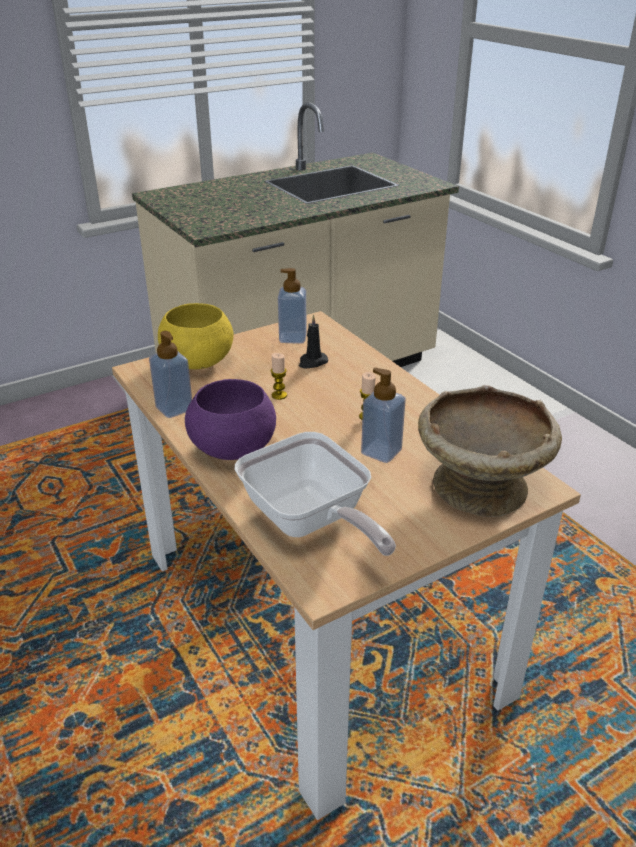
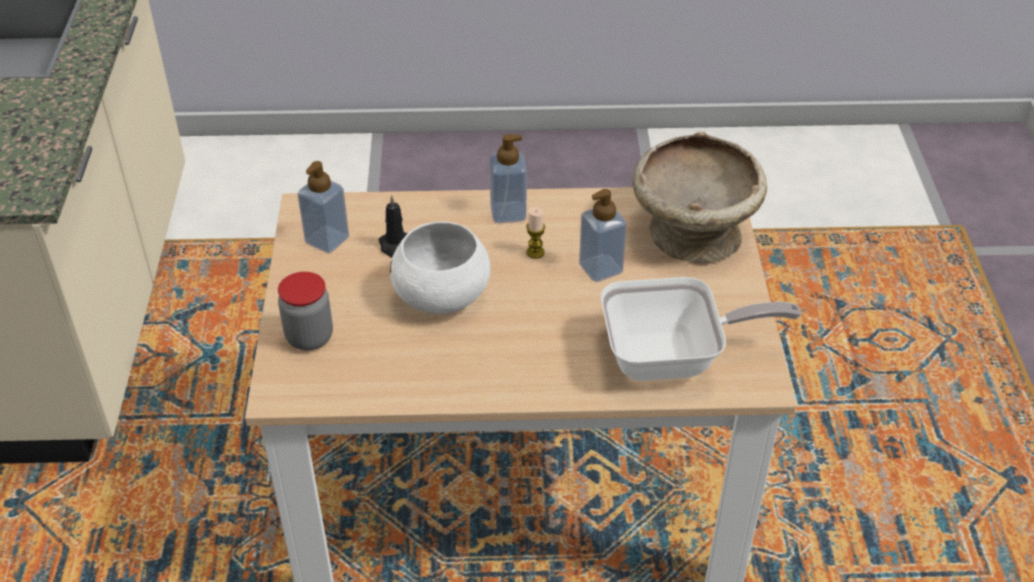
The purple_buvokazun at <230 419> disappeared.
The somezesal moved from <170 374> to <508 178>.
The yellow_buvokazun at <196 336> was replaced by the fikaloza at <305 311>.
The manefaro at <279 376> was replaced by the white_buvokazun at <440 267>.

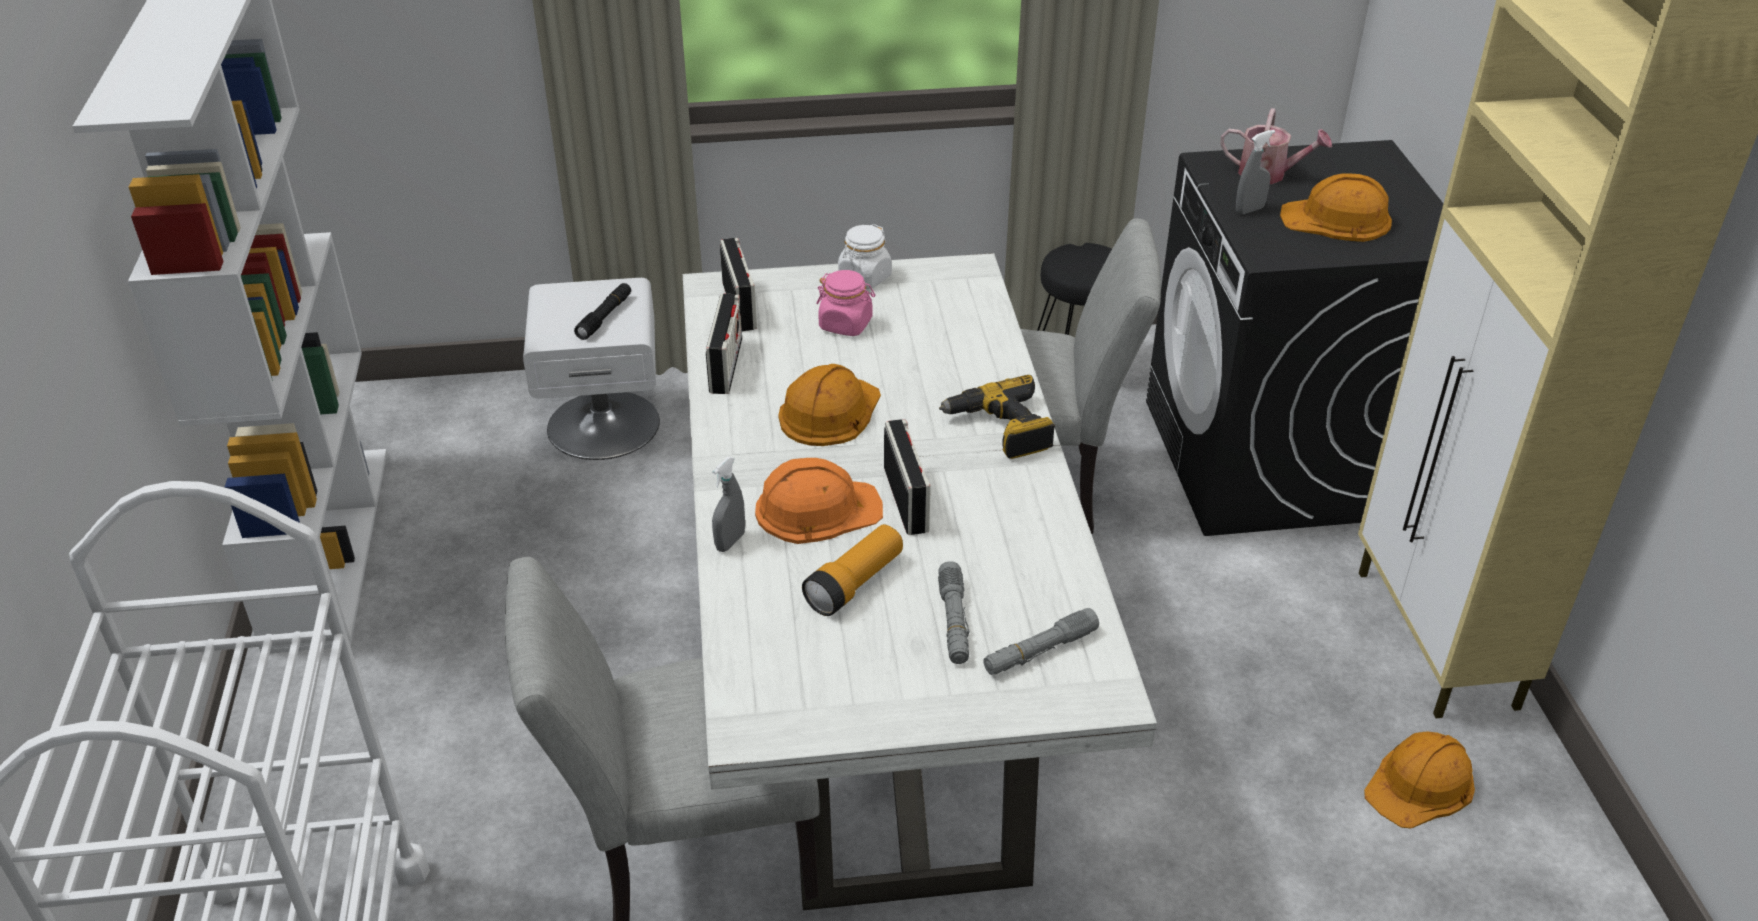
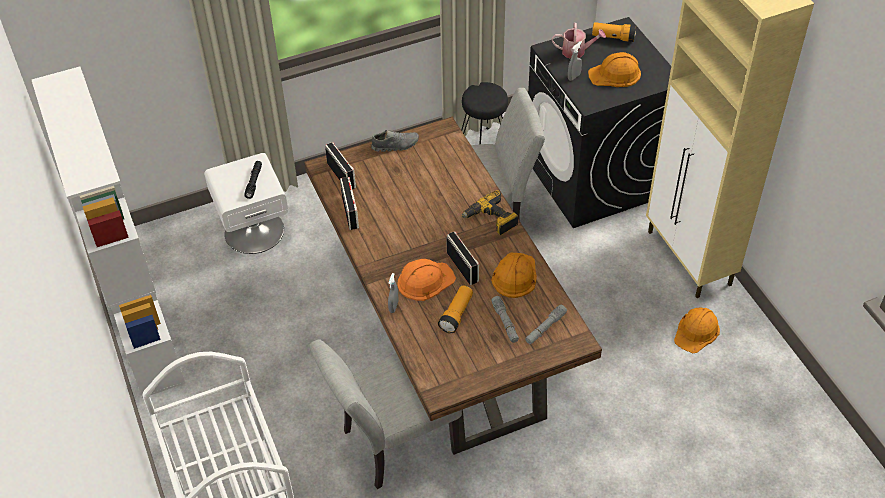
The pink_fikaloza at <845 303> disappeared.
The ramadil at <614 32> appeared.
The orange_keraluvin moved from <830 405> to <514 275>.
The white_fikaloza at <865 256> was replaced by the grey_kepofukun at <395 141>.
The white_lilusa at <920 582> became the brown_lilusa at <453 286>.

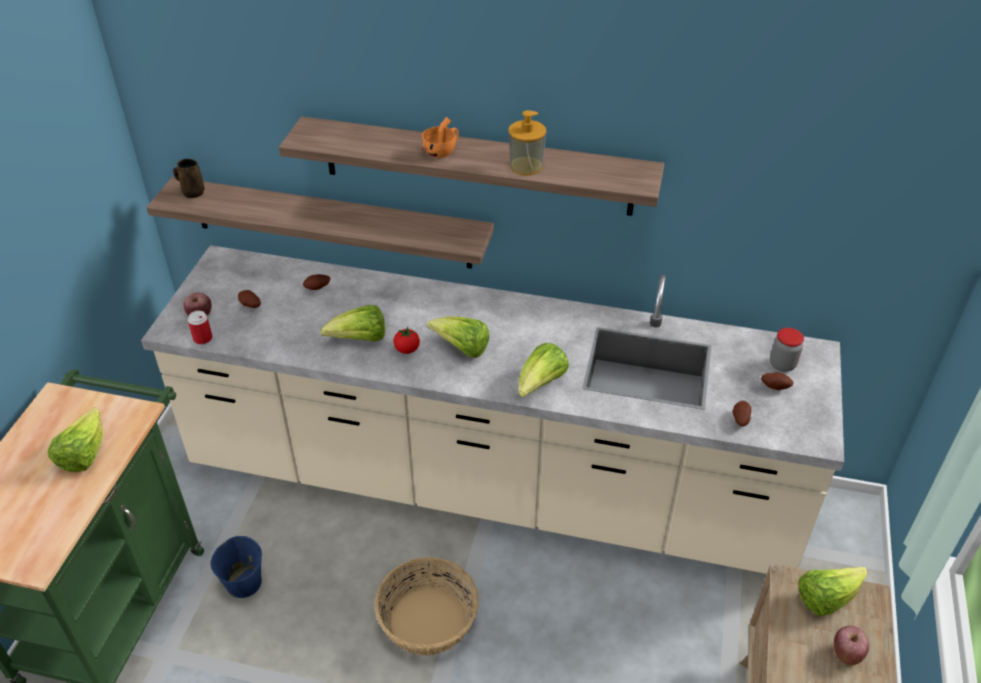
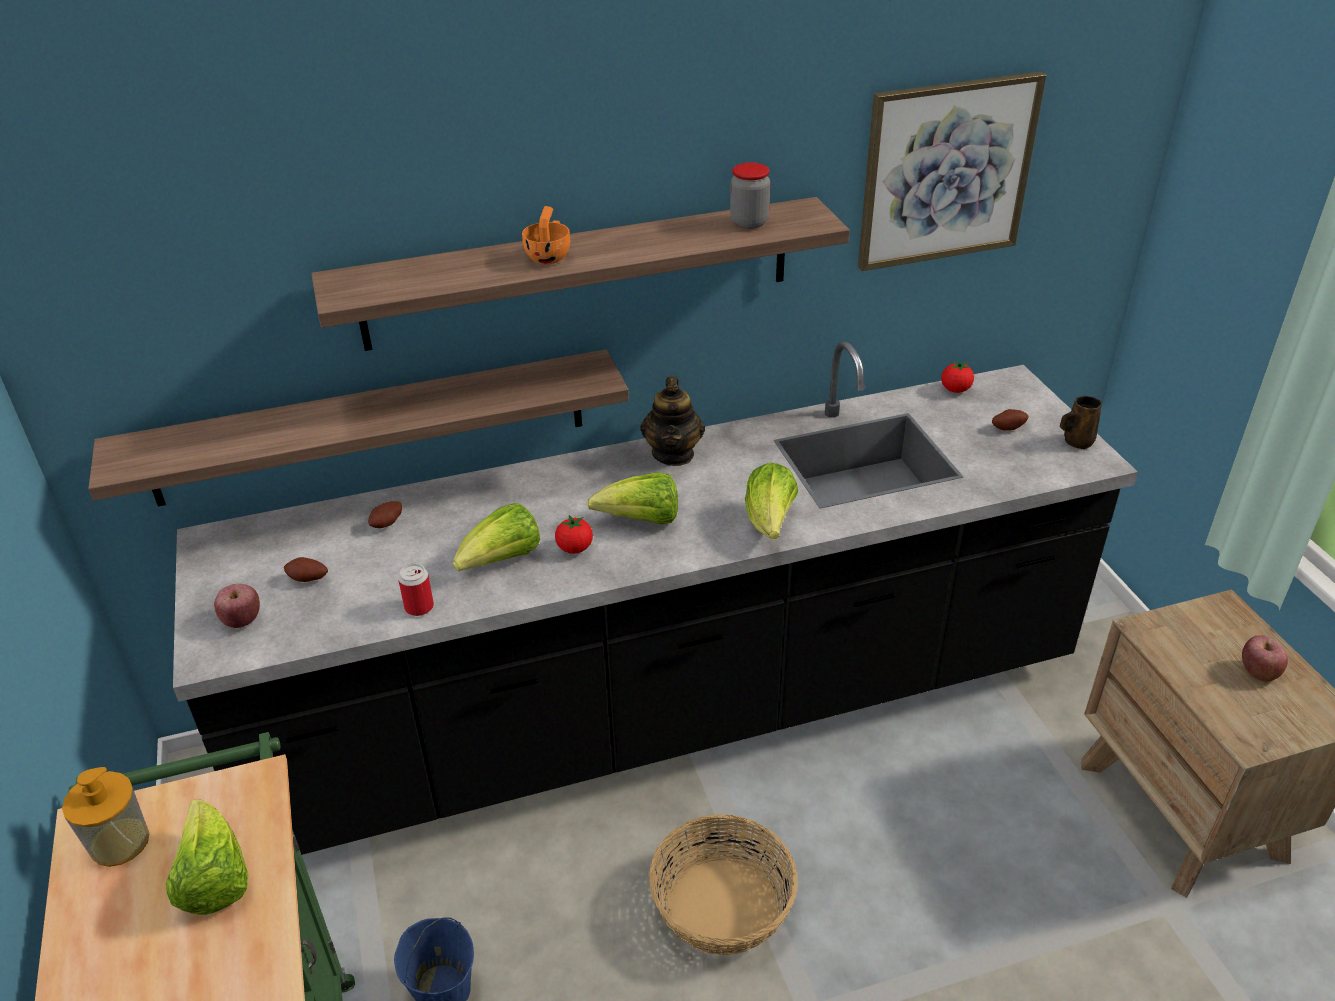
The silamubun at <741 413> disappeared.
The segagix at <833 591> disappeared.
The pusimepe at <672 421> appeared.
The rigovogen at <952 171> appeared.
The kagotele at <957 376> appeared.
The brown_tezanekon moved from <188 178> to <1081 422>.
The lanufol moved from <200 327> to <416 590>.
The somezesal moved from <527 143> to <106 817>.
The fikaloza moved from <787 350> to <750 195>.
The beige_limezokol at <492 409> became the black_limezokol at <655 598>.

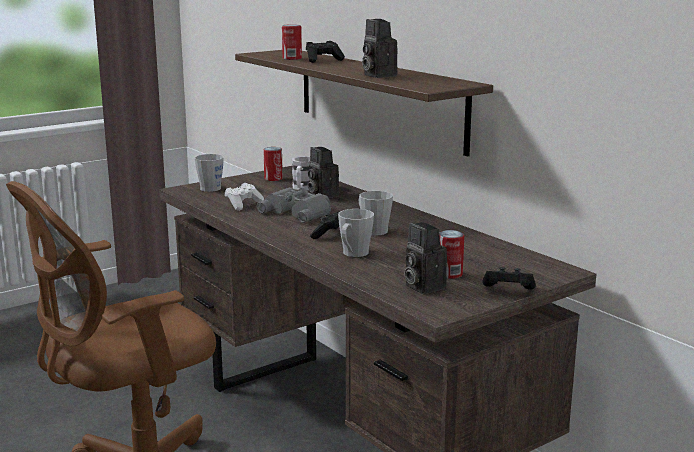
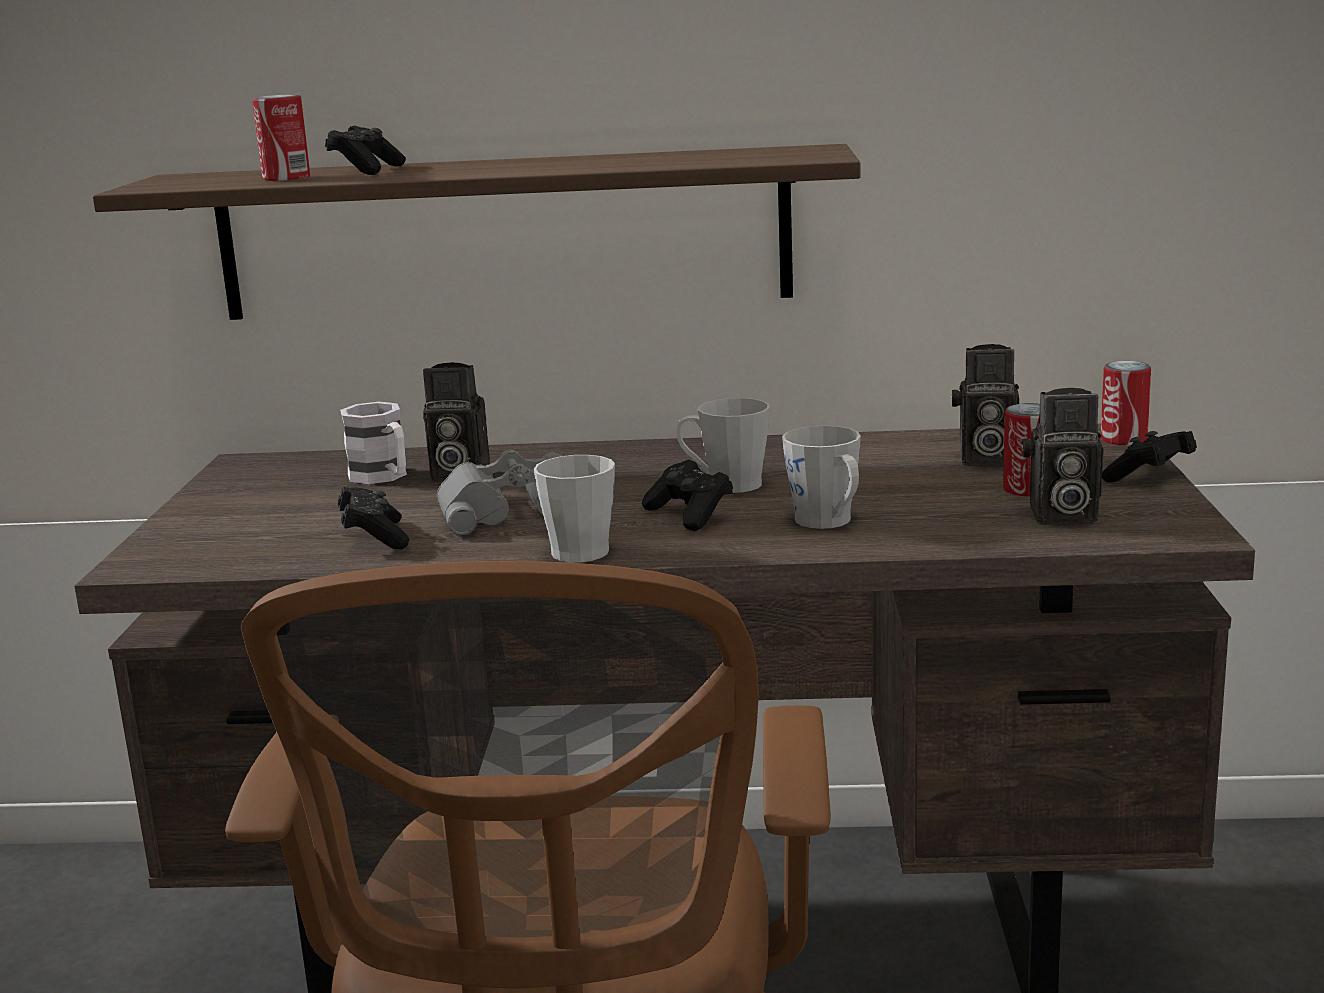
The grey_tezanekon moved from <209 173> to <574 508>.
The lanufol moved from <273 164> to <1126 403>.
The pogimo moved from <380 48> to <985 405>.
The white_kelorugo at <244 197> became the black_kelorugo at <373 518>.

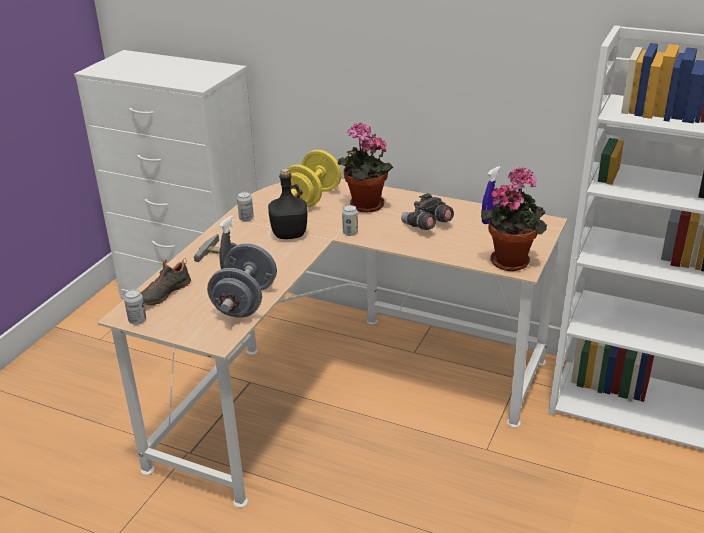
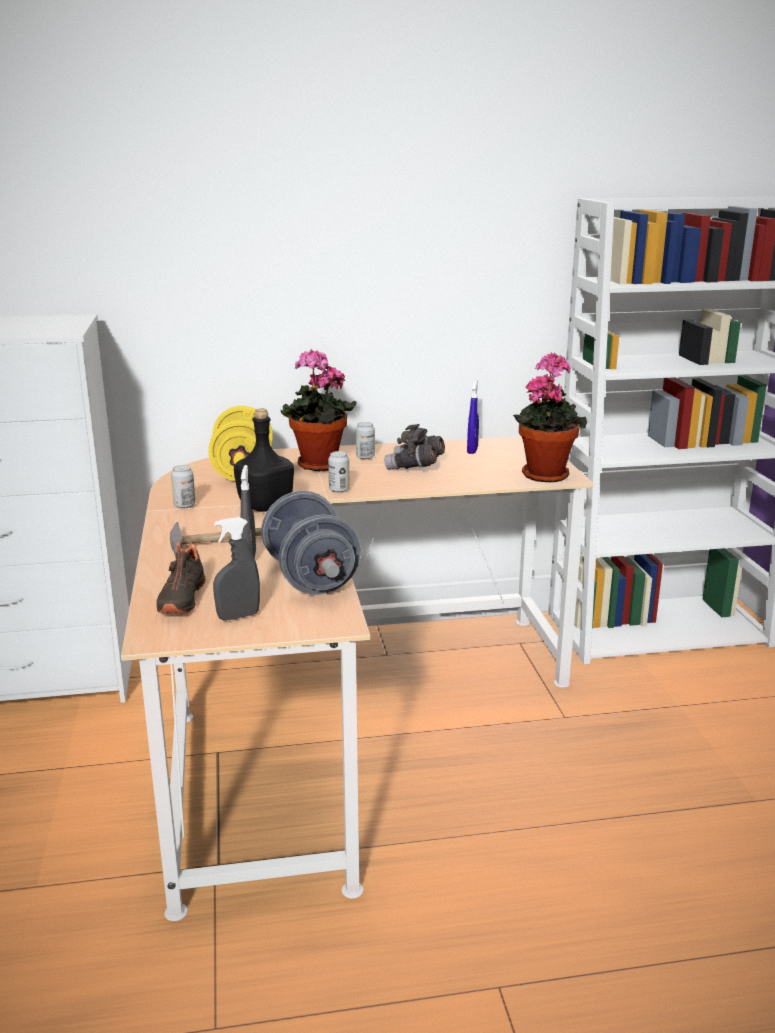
The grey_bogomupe at <236 569> appeared.
The lanufol moved from <135 307> to <365 441>.

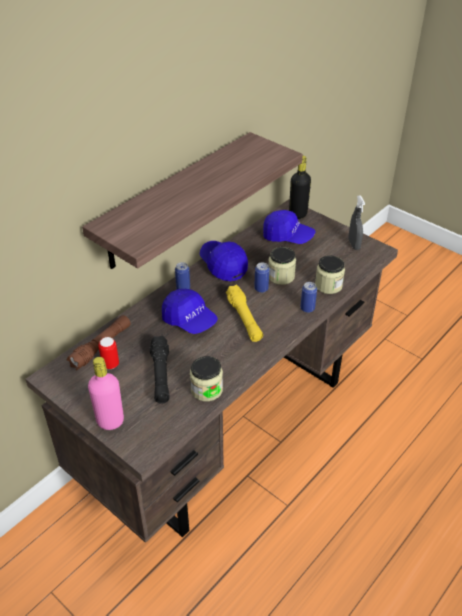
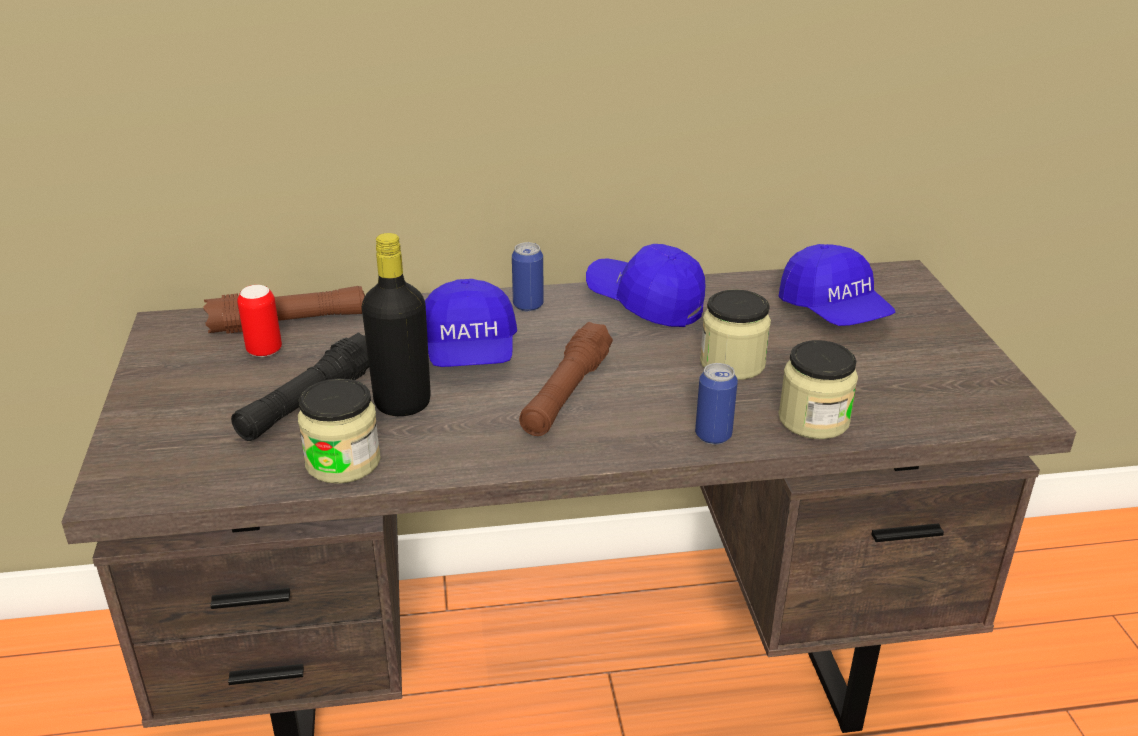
The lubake at <192 200> disappeared.
The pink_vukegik at <106 393> disappeared.
The lanufol at <261 277> disappeared.
The grey_bogomupe at <356 222> disappeared.
The black_vukegik moved from <300 187> to <396 324>.
The yellow_ramadil at <244 313> became the brown_ramadil at <566 379>.
The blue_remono at <224 261> turned 60 degrees counterclockwise.

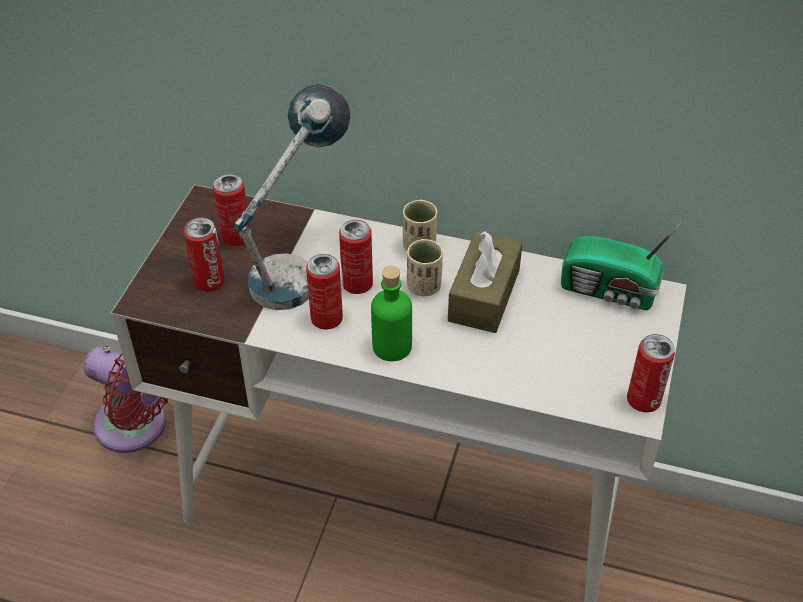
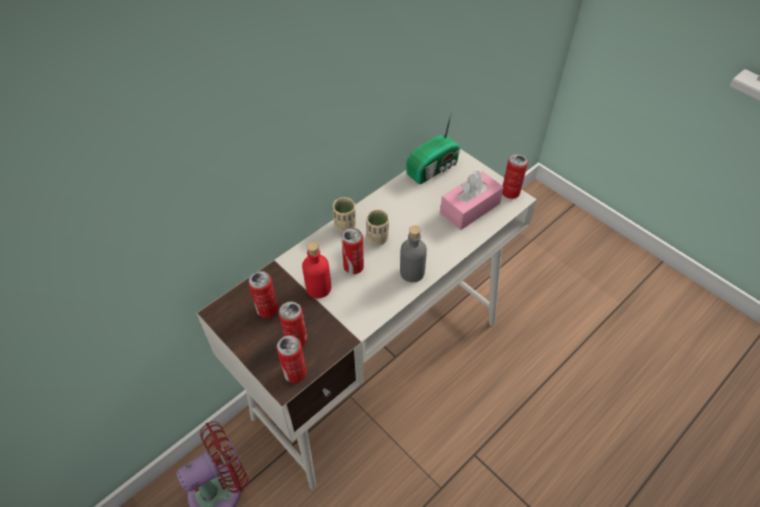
The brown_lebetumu at <485 282> disappeared.
The pink_lebetumu at <472 200> appeared.
The lanufol moved from <324 292> to <291 359>.
The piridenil at <292 197> was replaced by the red_vukegik at <316 270>.
The green_vukegik at <391 313> became the grey_vukegik at <413 253>.

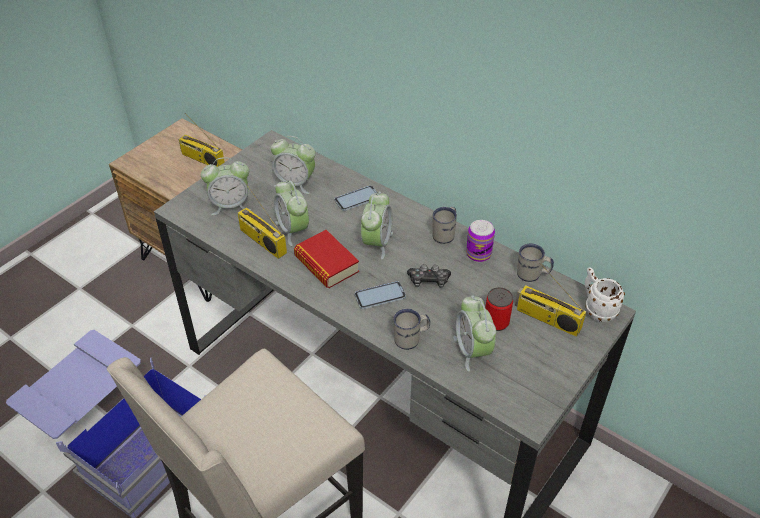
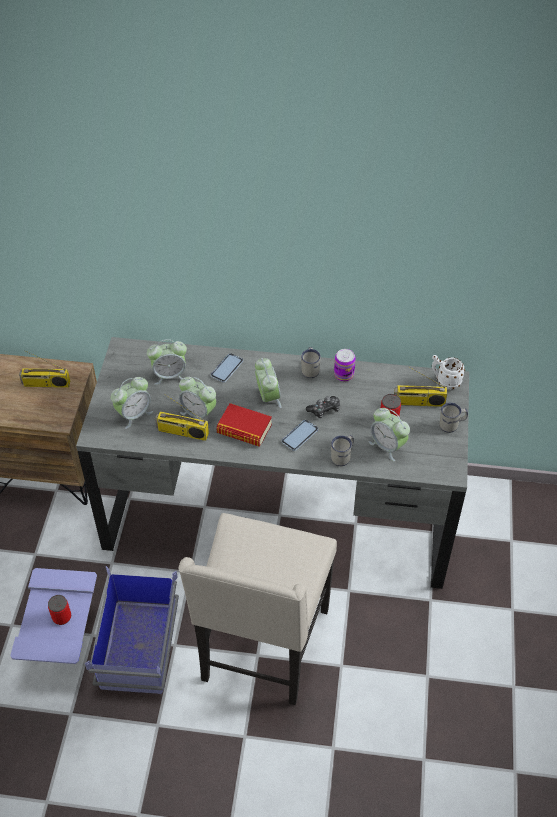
The lanufol at <59 610> appeared.
The white_tezanekon moved from <535 263> to <453 417>.

